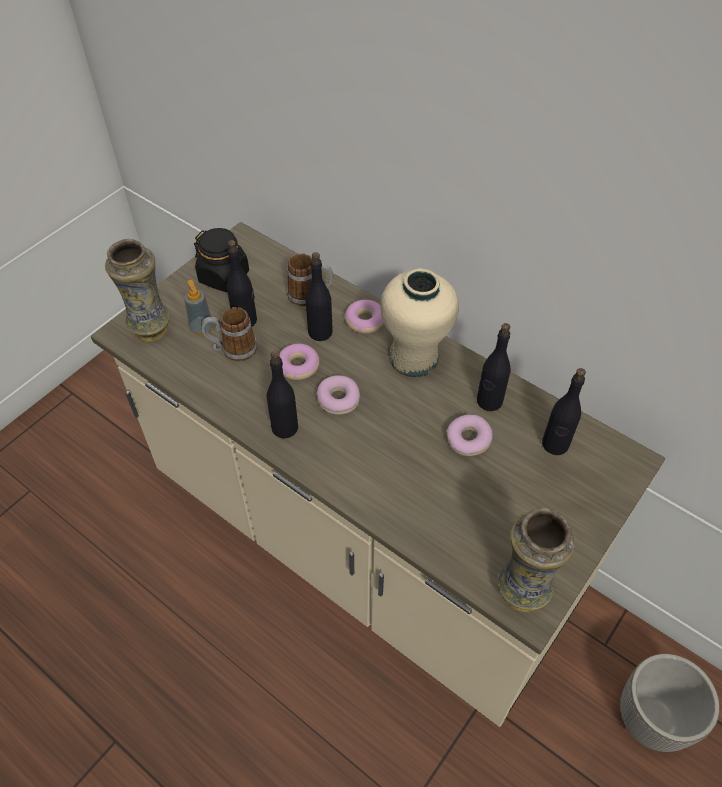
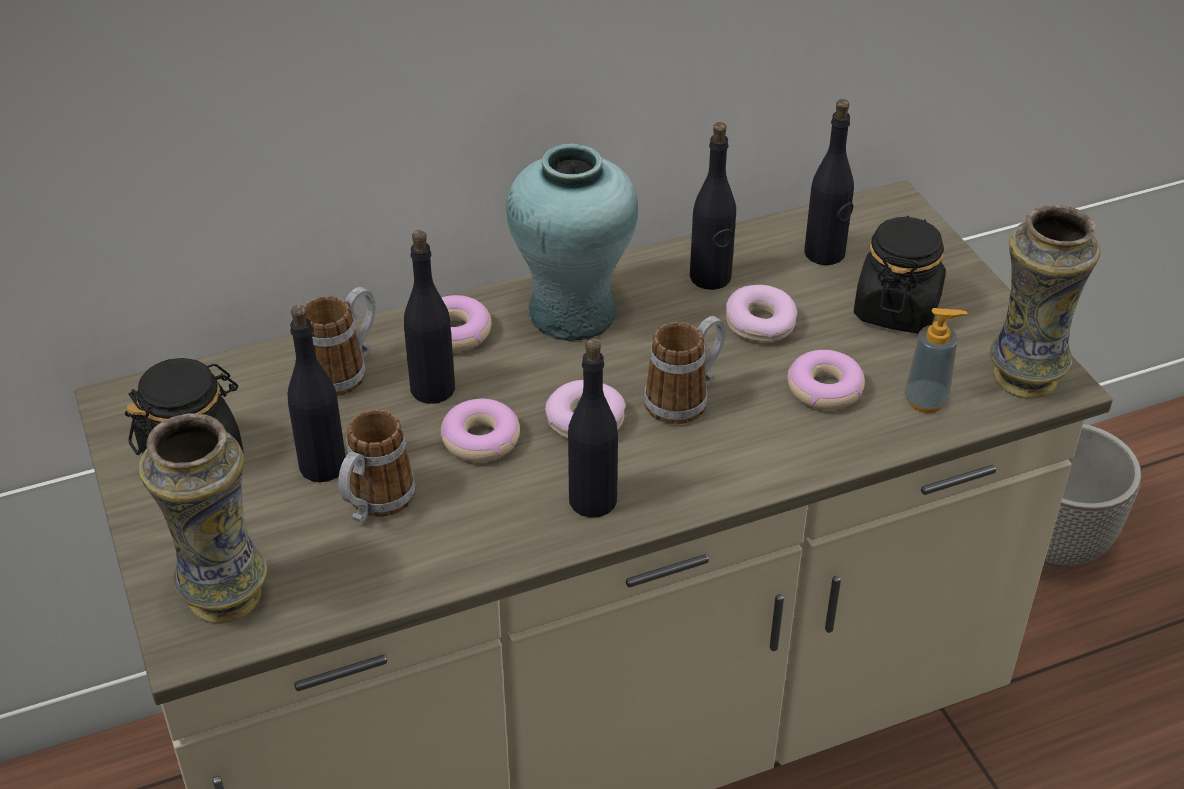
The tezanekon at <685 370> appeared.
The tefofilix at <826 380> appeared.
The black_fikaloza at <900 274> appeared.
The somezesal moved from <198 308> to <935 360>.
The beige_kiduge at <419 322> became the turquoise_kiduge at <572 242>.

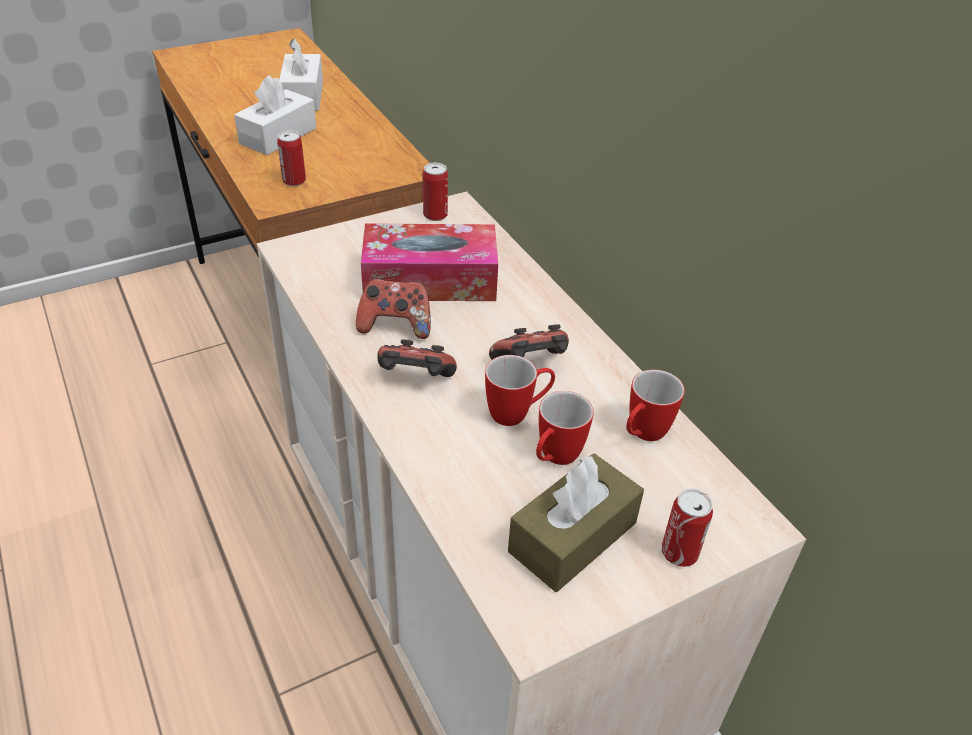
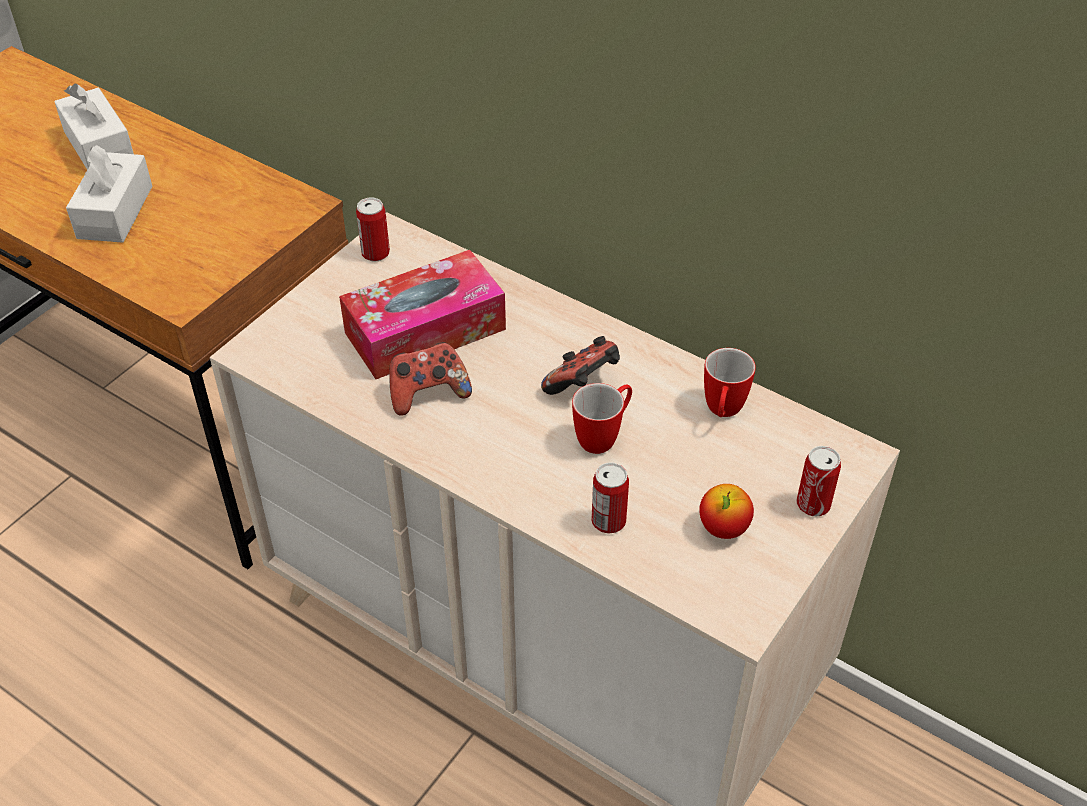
The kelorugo at <417 358> disappeared.
The tezanekon at <565 428> disappeared.
The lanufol moved from <291 158> to <610 498>.
The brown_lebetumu at <576 523> was replaced by the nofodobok at <726 511>.

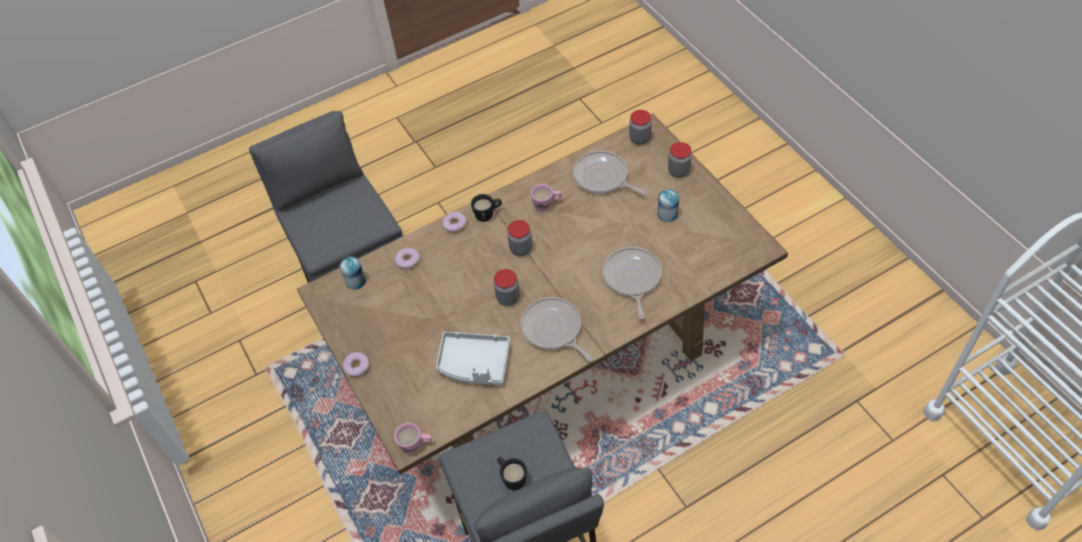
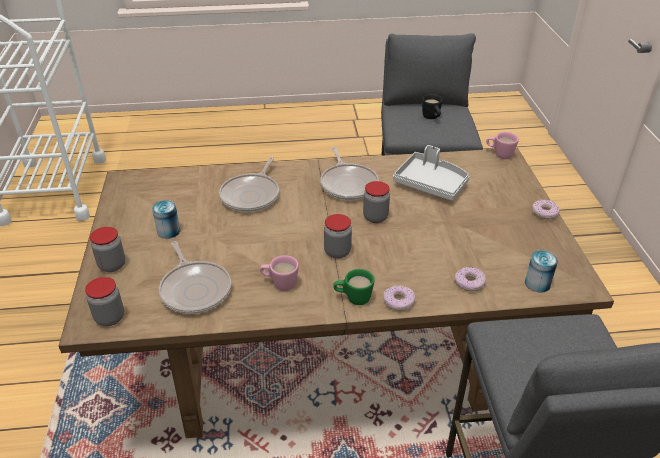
The black_tezanekon at <486 208> became the green_tezanekon at <354 287>.

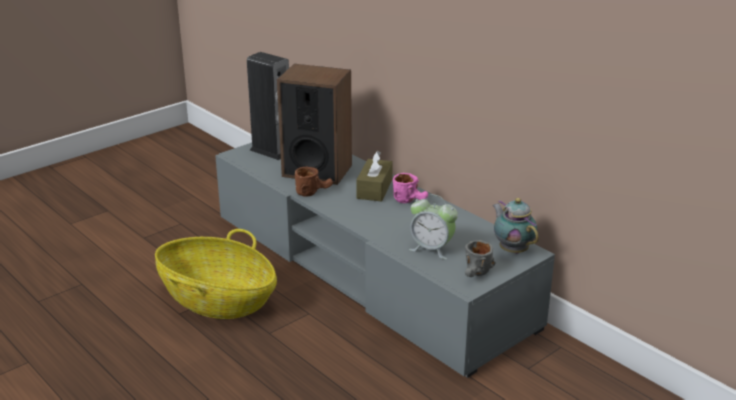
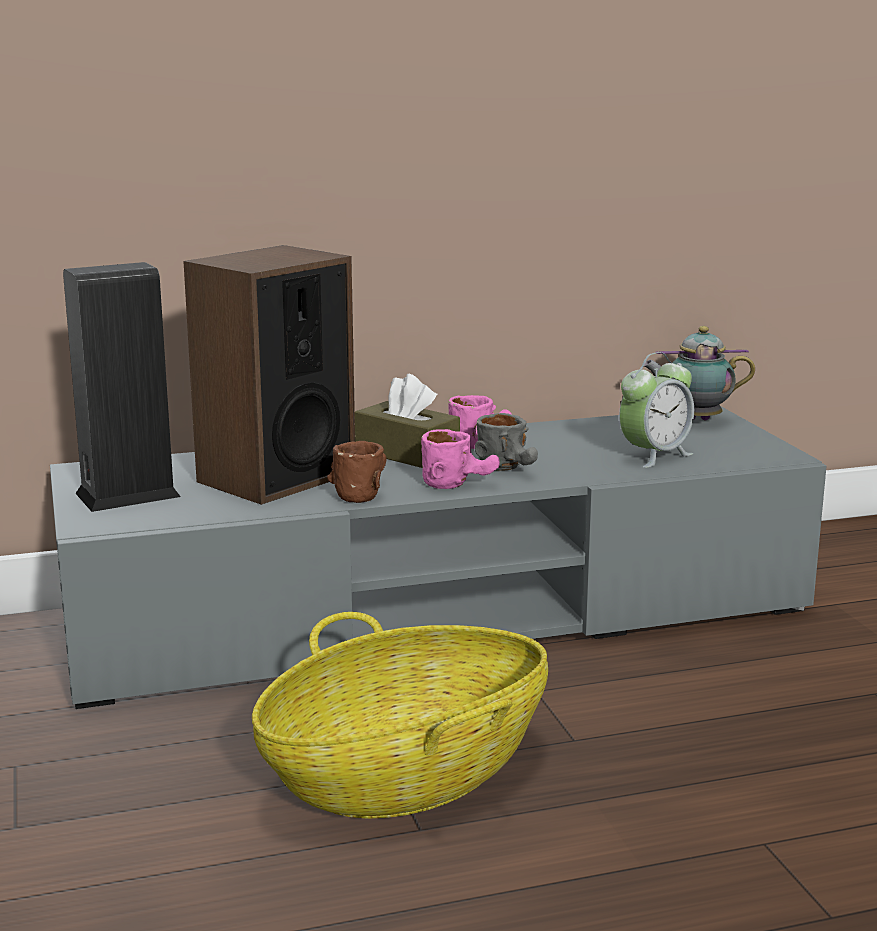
The pink_tezanekon at <460 459> appeared.
The grey_tezanekon moved from <480 258> to <506 442>.

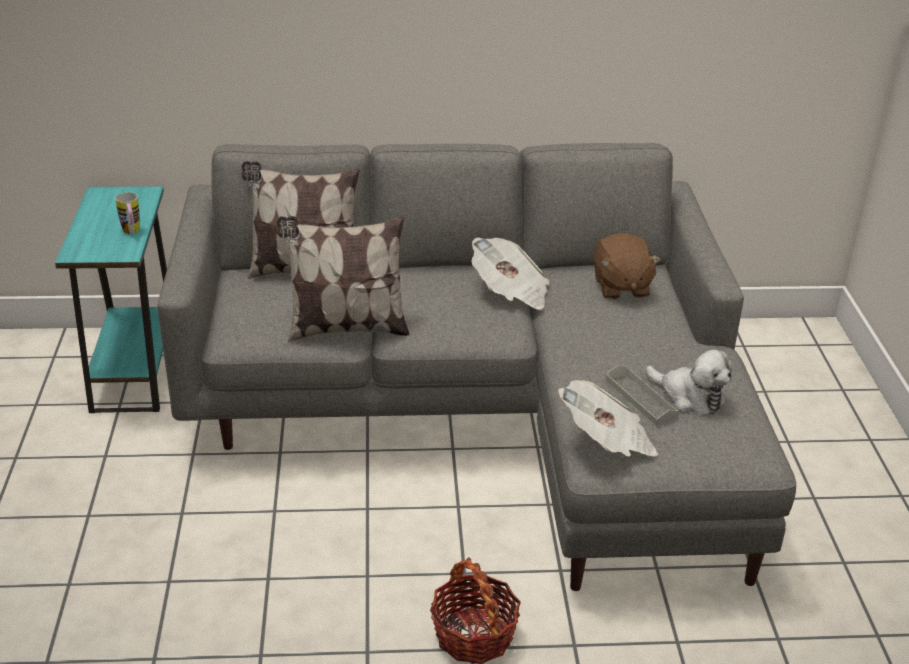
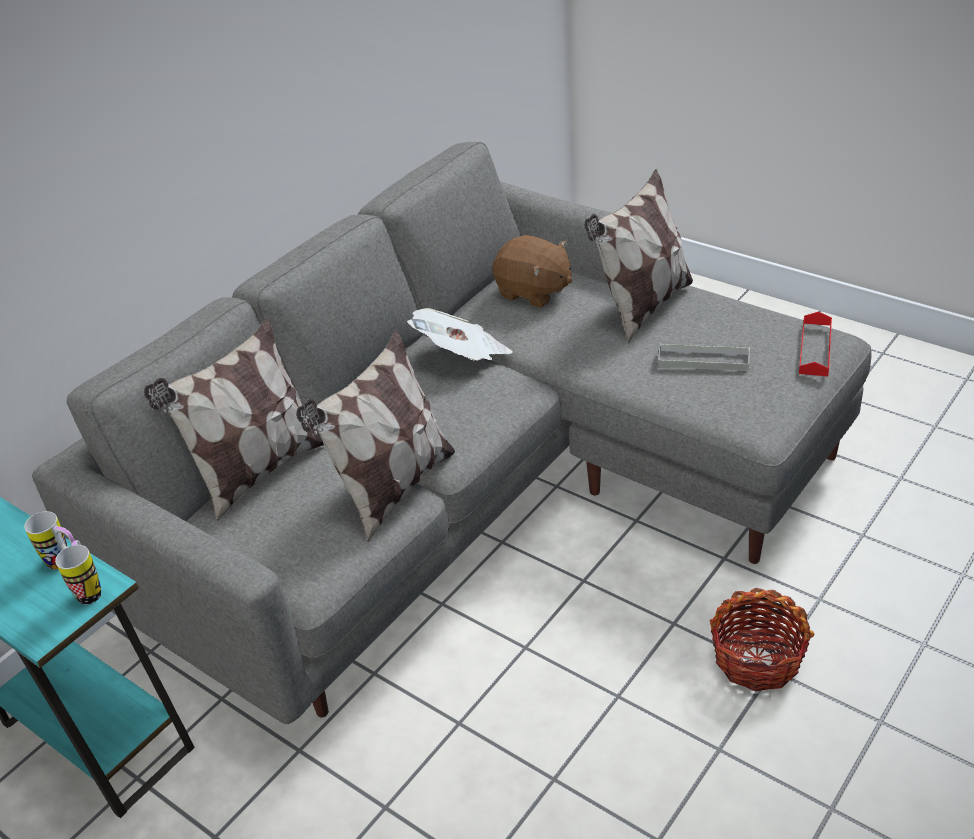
The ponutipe at <608 418> disappeared.
The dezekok at <689 382> disappeared.
The tezanekon at <78 572> appeared.
The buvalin at <638 256> appeared.
The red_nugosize at <815 344> appeared.

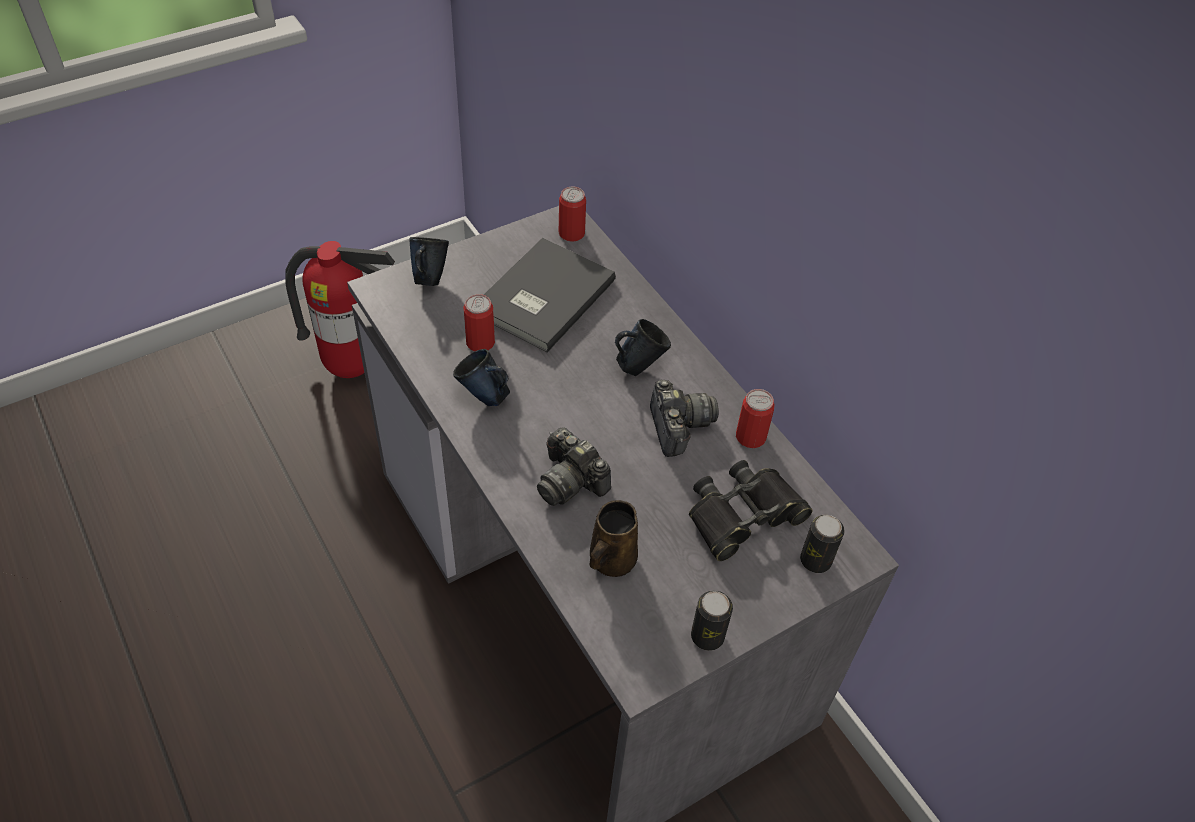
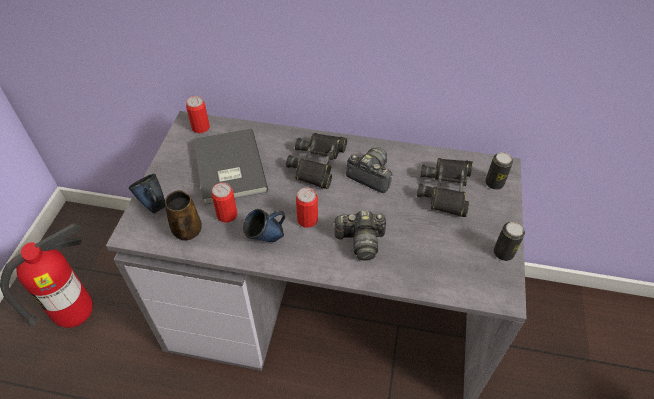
The brown_tezanekon moved from <613 538> to <183 215>.
The lanufol moved from <755 418> to <307 208>.
The blue_tezanekon at <643 347> was replaced by the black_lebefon at <316 161>.

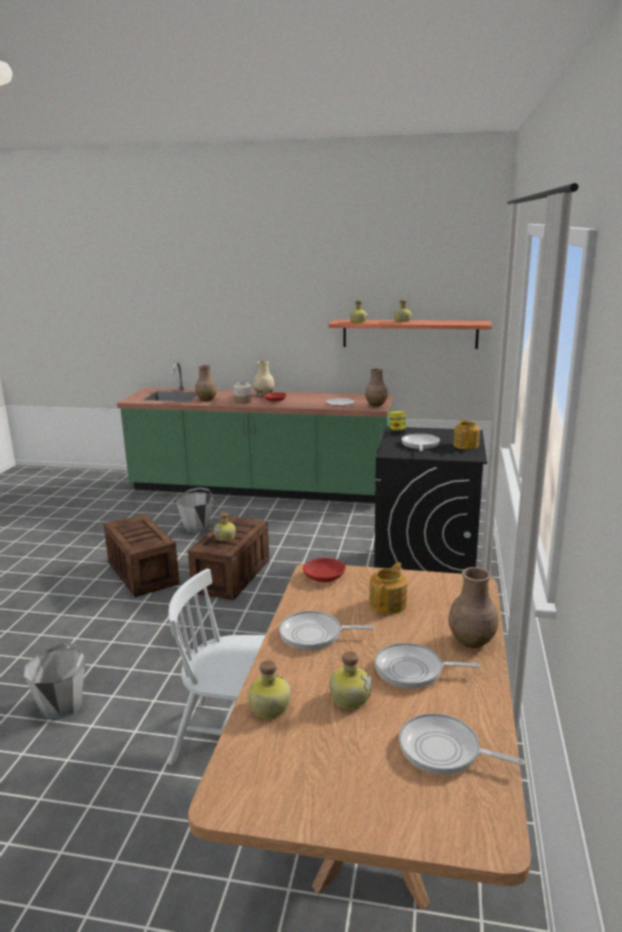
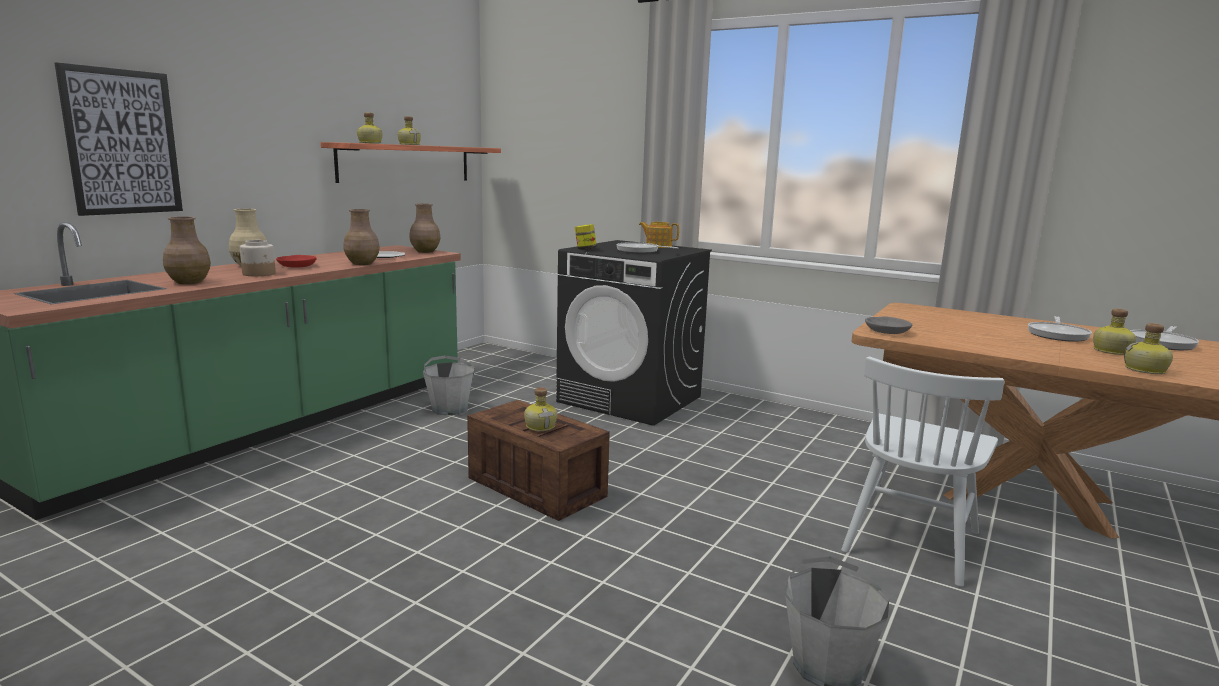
The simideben at <142 555> disappeared.
The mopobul at <327 630> disappeared.
The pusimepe at <388 588> disappeared.
The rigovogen at <119 139> appeared.
The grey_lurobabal moved from <194 510> to <449 385>.
The brown_kiduge moved from <473 607> to <361 237>.
The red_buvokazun at <324 570> became the grey_buvokazun at <888 325>.

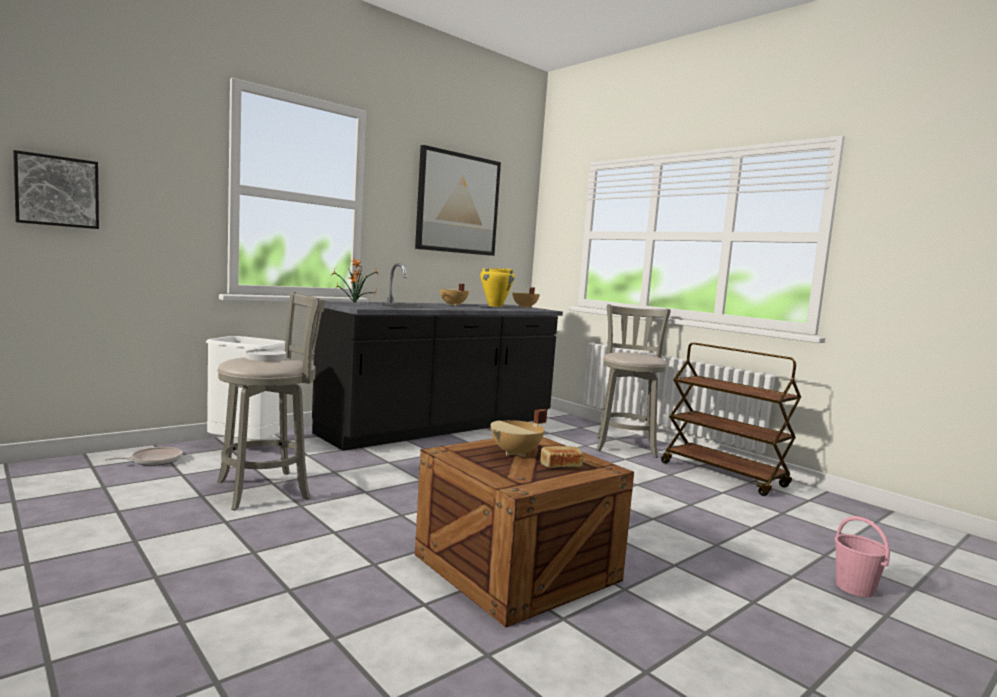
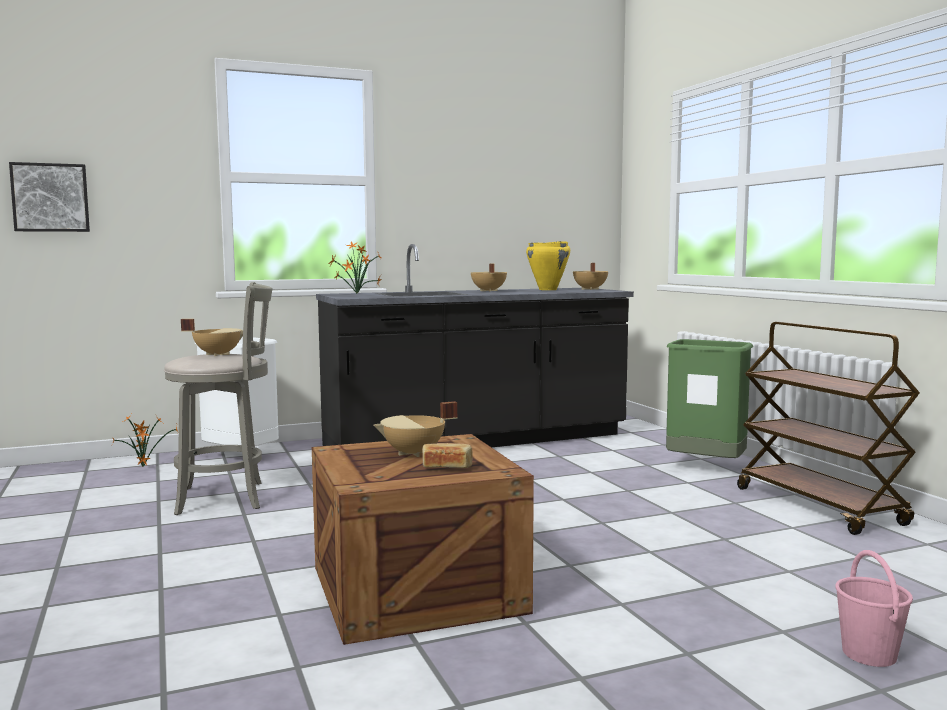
The rigovogen at <458 200> disappeared.
The mopobul at <143 456> was replaced by the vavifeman at <144 440>.
The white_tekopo at <265 355> was replaced by the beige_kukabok at <212 337>.
The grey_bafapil at <633 381> was replaced by the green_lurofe at <709 398>.

